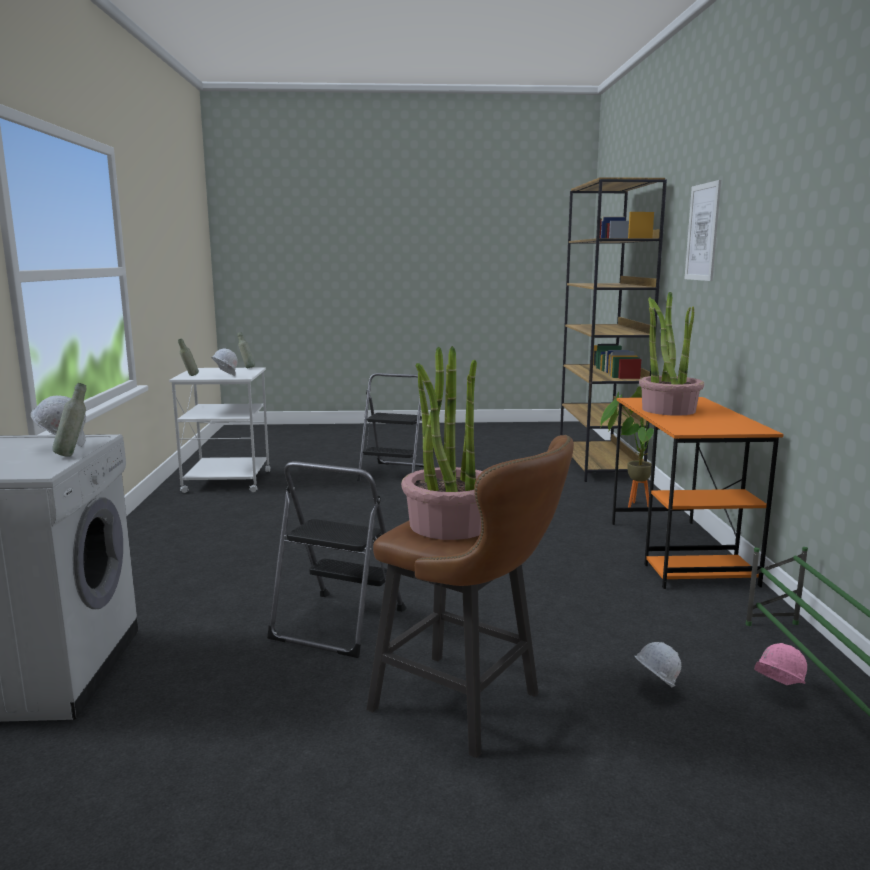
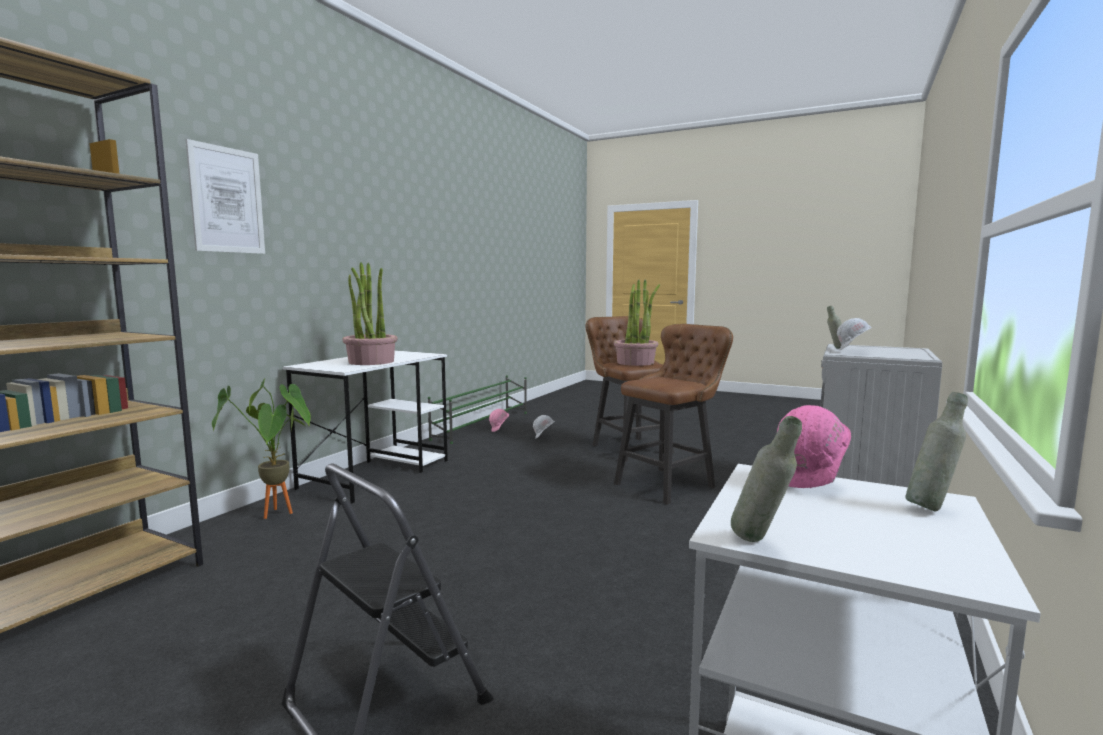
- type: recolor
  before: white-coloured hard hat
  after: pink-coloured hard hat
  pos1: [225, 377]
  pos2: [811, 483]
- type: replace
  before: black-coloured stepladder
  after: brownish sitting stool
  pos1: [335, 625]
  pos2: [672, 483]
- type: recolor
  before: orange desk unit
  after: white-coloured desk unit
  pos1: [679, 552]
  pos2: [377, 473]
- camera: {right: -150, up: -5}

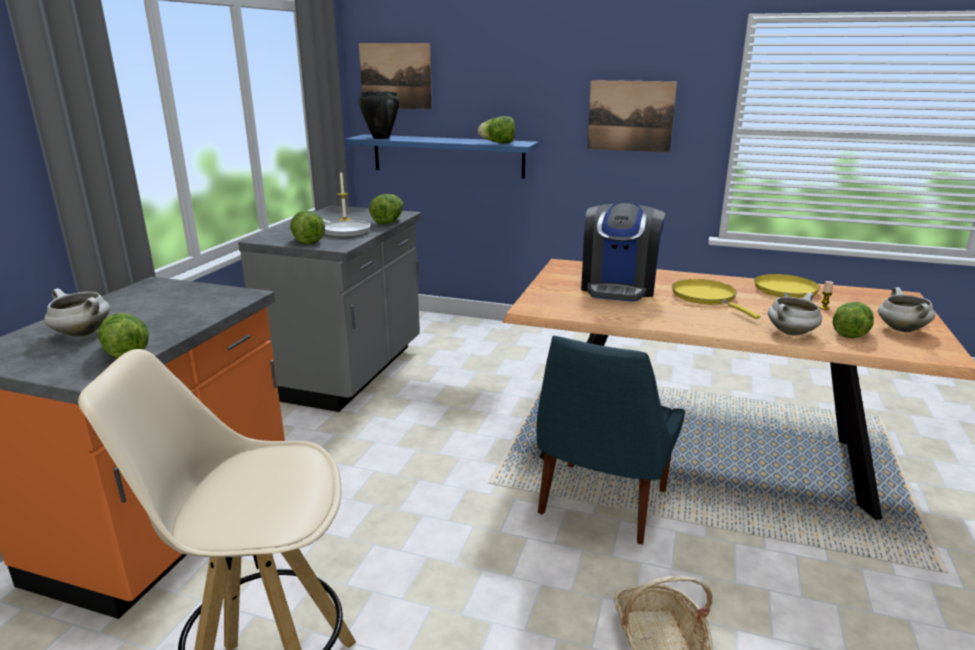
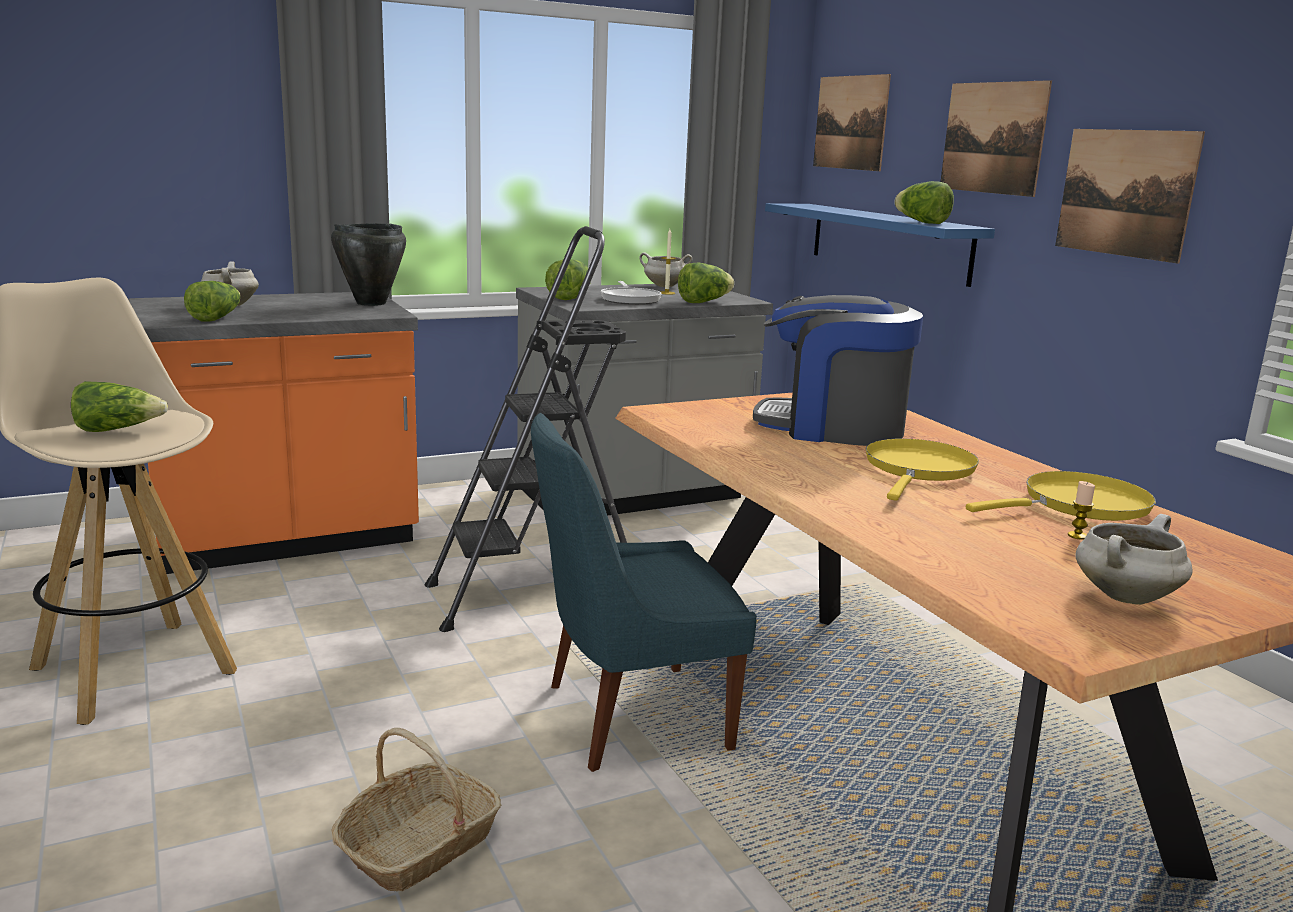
- type: move
  before: black-coloured cooking pot
  pos1: [380, 138]
  pos2: [370, 303]
- type: rotate
  before: coffee brewer
  pos1: [618, 287]
  pos2: [832, 428]
  turn: 45
- type: move
  before: white-coloured cooking pot
  pos1: [791, 333]
  pos2: [664, 286]
- type: move
  before: lettuce
  pos1: [850, 332]
  pos2: [118, 430]
- type: insert
  after: stepladder
  pos2: [539, 595]
- type: insert
  after: wall art
  pos2: [993, 138]
- camera: {right: 45, up: -5}

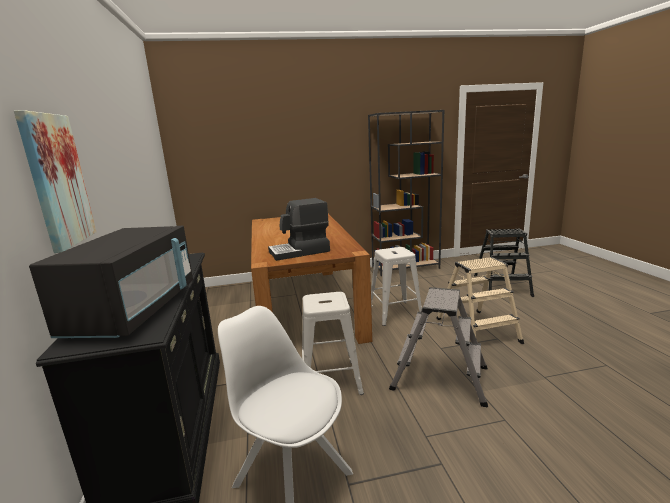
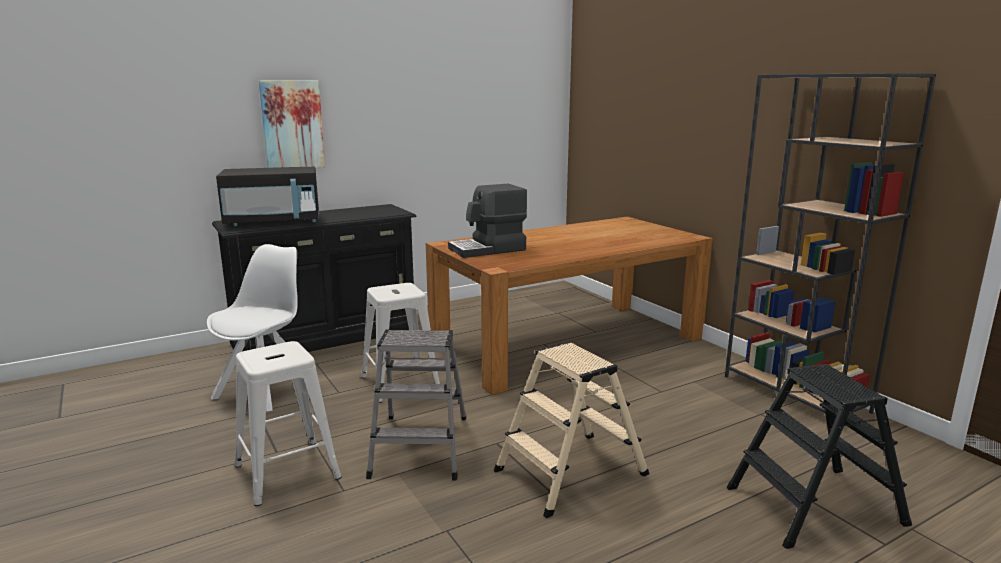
- type: rotate
  before: coffee brewer
  pos1: [300, 252]
  pos2: [488, 249]
  turn: -75
- type: move
  before: white-coloured sitting stool
  pos1: [395, 313]
  pos2: [287, 472]
- camera: {right: 70, up: 0}

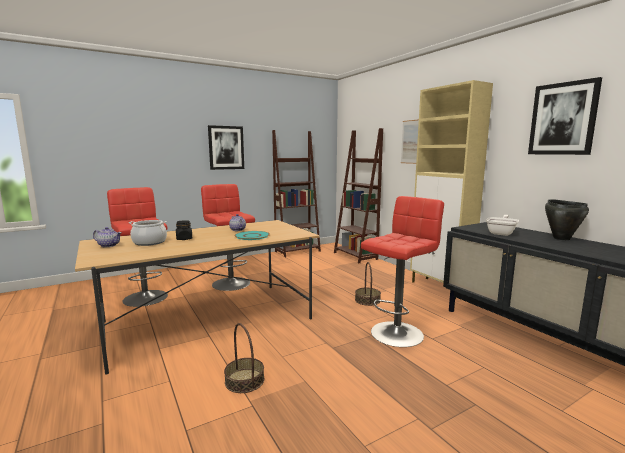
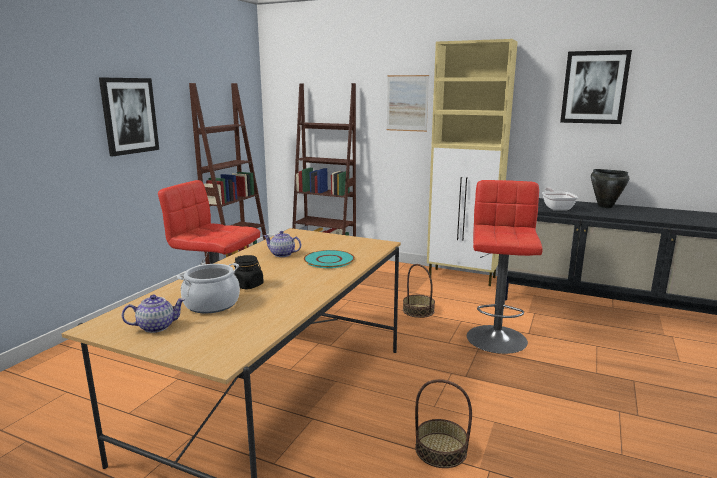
- type: delete
  before: reddish sitting stool
  pos1: [146, 298]
- camera: {right: -35, up: 5}

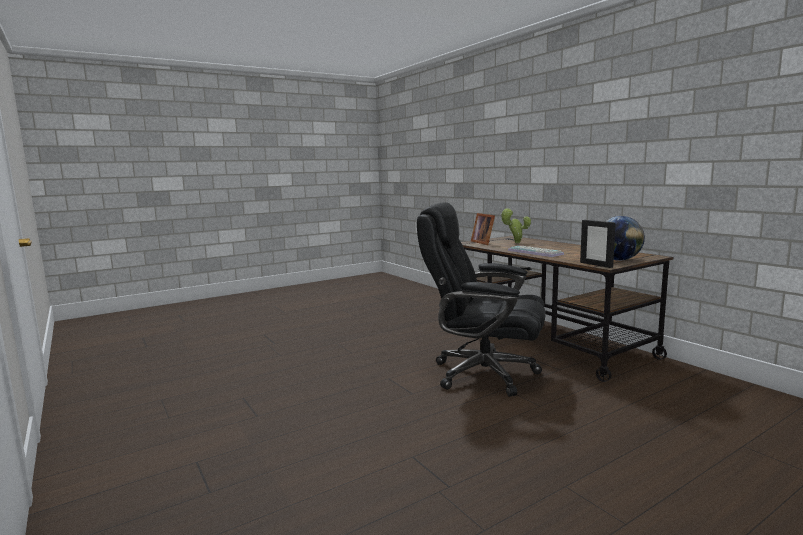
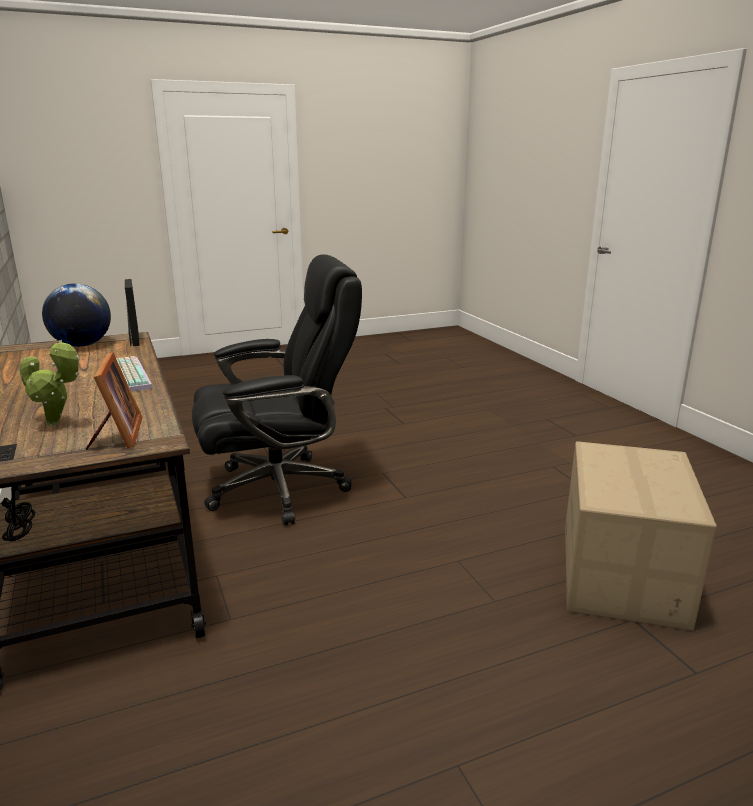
- type: rotate
  before: black-coloured desk chair
  pos1: [484, 374]
  pos2: [278, 489]
  turn: -45
- type: insert
  after: carton
  pos2: [623, 575]
- camera: {right: -170, up: 10}

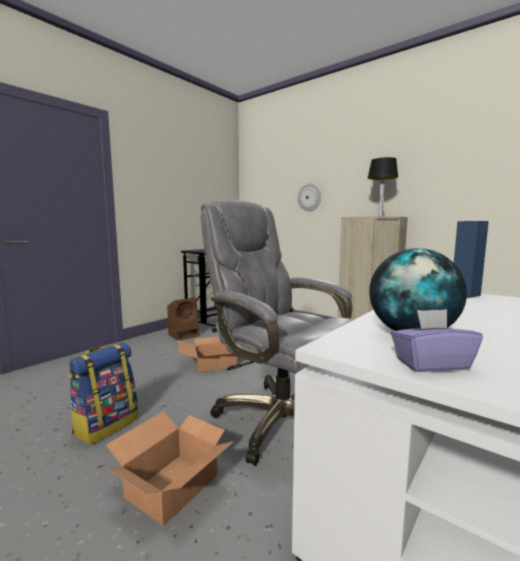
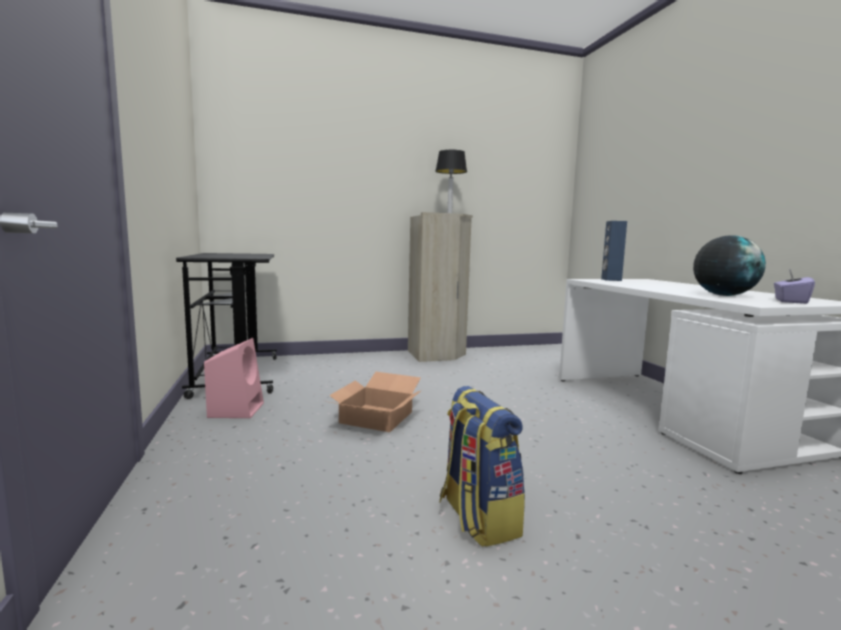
- type: delete
  before: carton
  pos1: [174, 486]
- type: recolor
  before: brownish loudspeaker
  after: pink-coloured loudspeaker
  pos1: [184, 335]
  pos2: [236, 409]
- type: delete
  before: gray desk chair
  pos1: [282, 420]
- type: delete
  before: clock on the wall
  pos1: [309, 197]
- camera: {right: -55, up: 0}

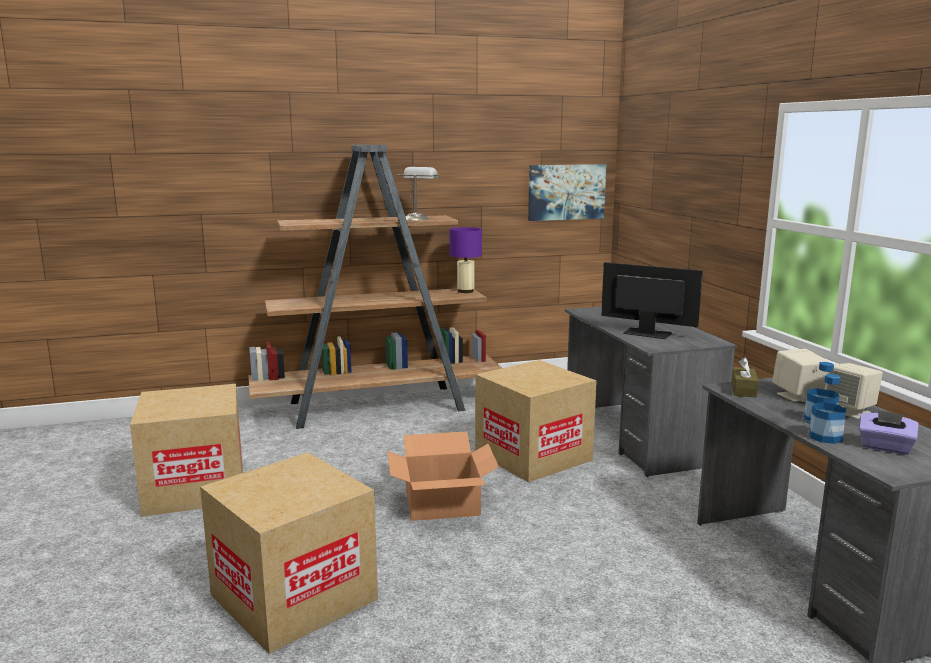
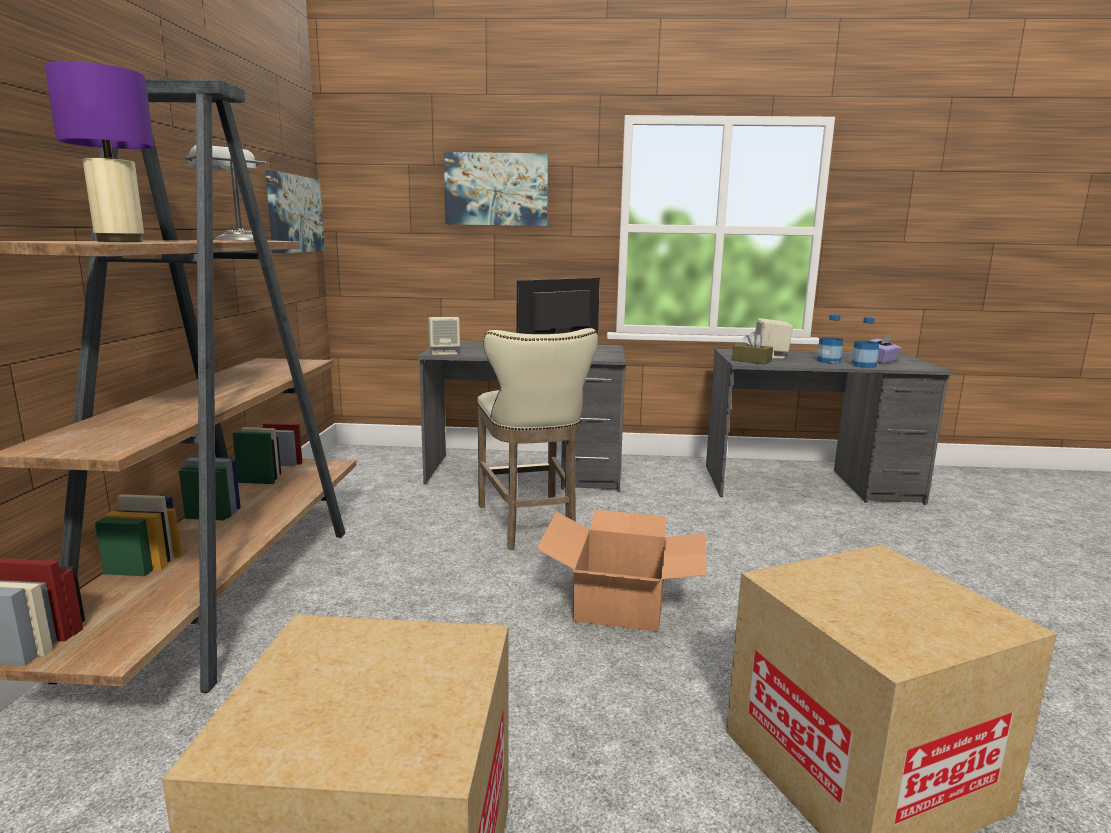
- type: move
  before: purplish lamp for a table
  pos1: [466, 291]
  pos2: [121, 241]
- type: replace
  before: carton
  after: beige-coloured sitting stool
  pos1: [533, 456]
  pos2: [529, 526]
- type: move
  before: beige-coloured loudspeaker
  pos1: [849, 411]
  pos2: [444, 352]
- type: insert
  after: wall art
  pos2: [496, 189]
- camera: {right: -70, up: 0}

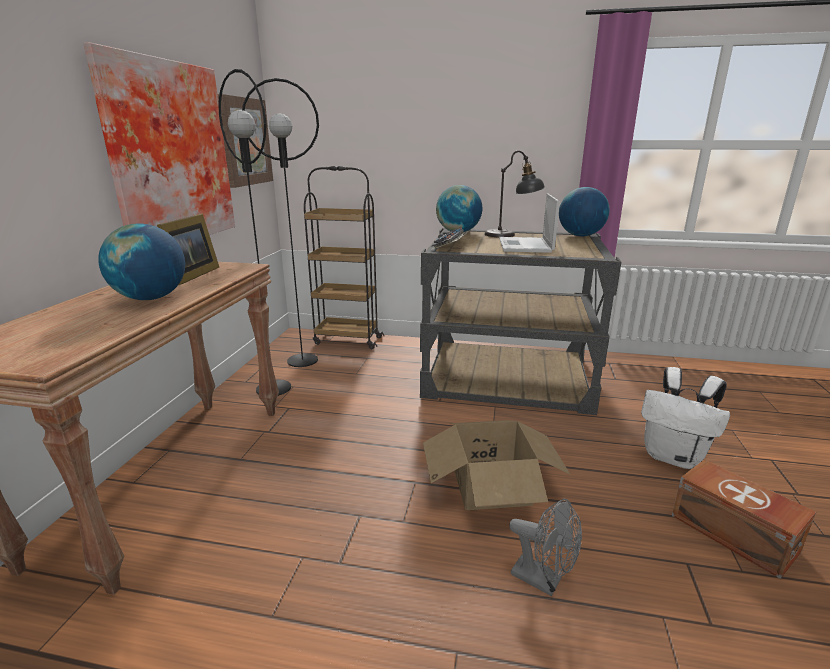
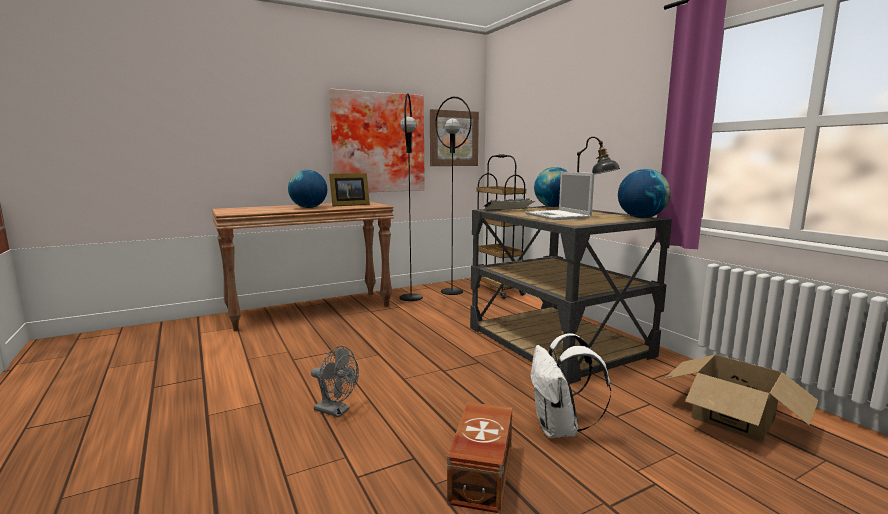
- type: move
  before: carton
  pos1: [490, 485]
  pos2: [732, 417]
- type: rotate
  before: notebook computer
  pos1: [525, 246]
  pos2: [558, 216]
  turn: -75
- type: rotate
  before: gray electric fan
  pos1: [543, 580]
  pos2: [336, 411]
  turn: -60
- camera: {right: 50, up: -10}

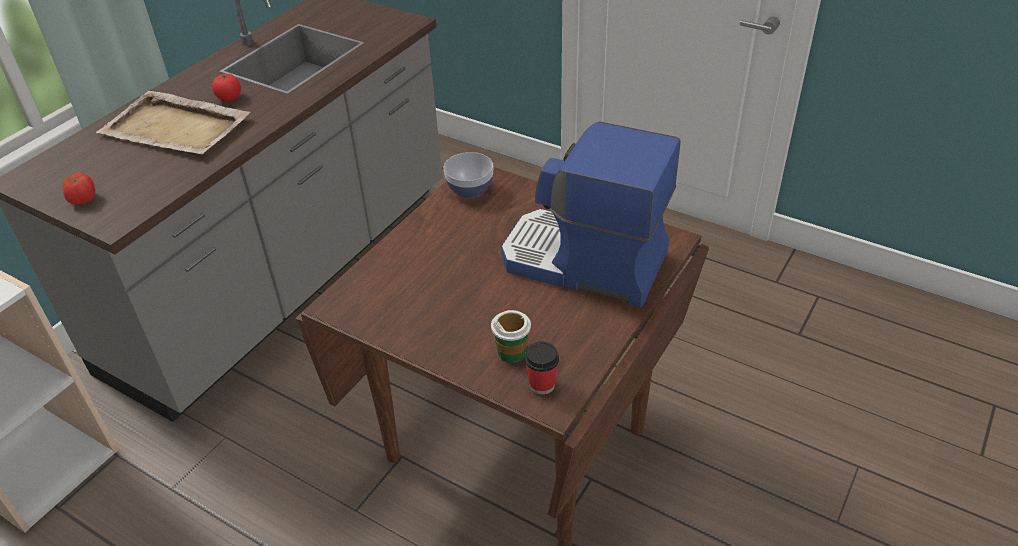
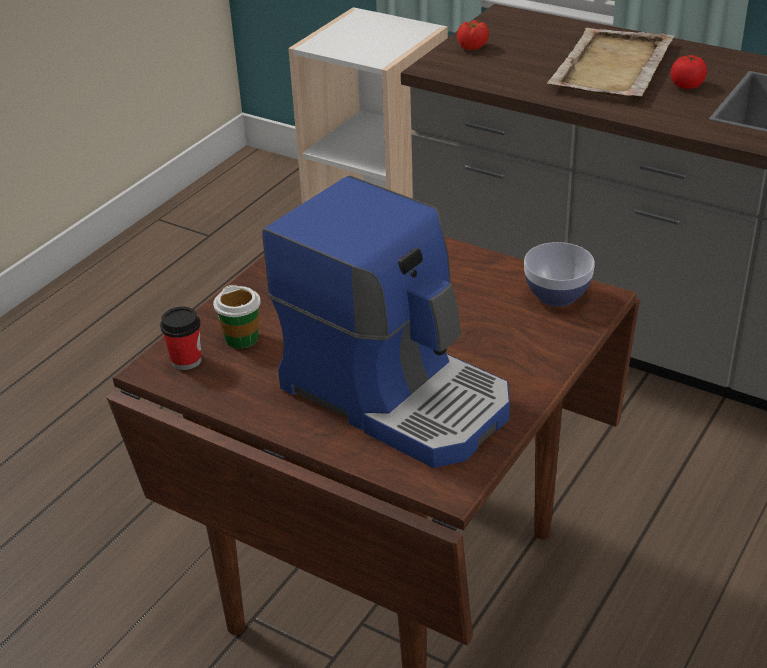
- type: rotate
  before: coffee brewer
  pos1: [583, 263]
  pos2: [398, 394]
  turn: 105
- camera: {right: 90, up: -5}

